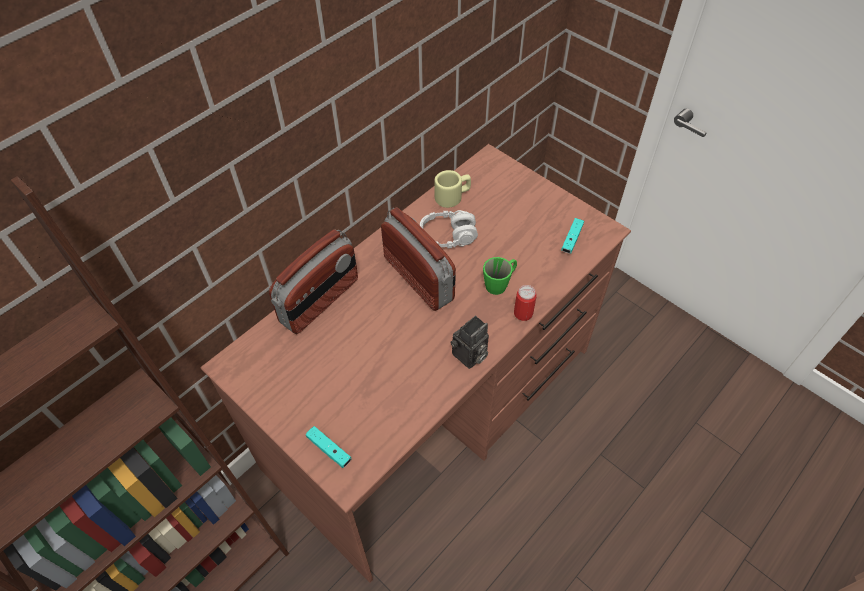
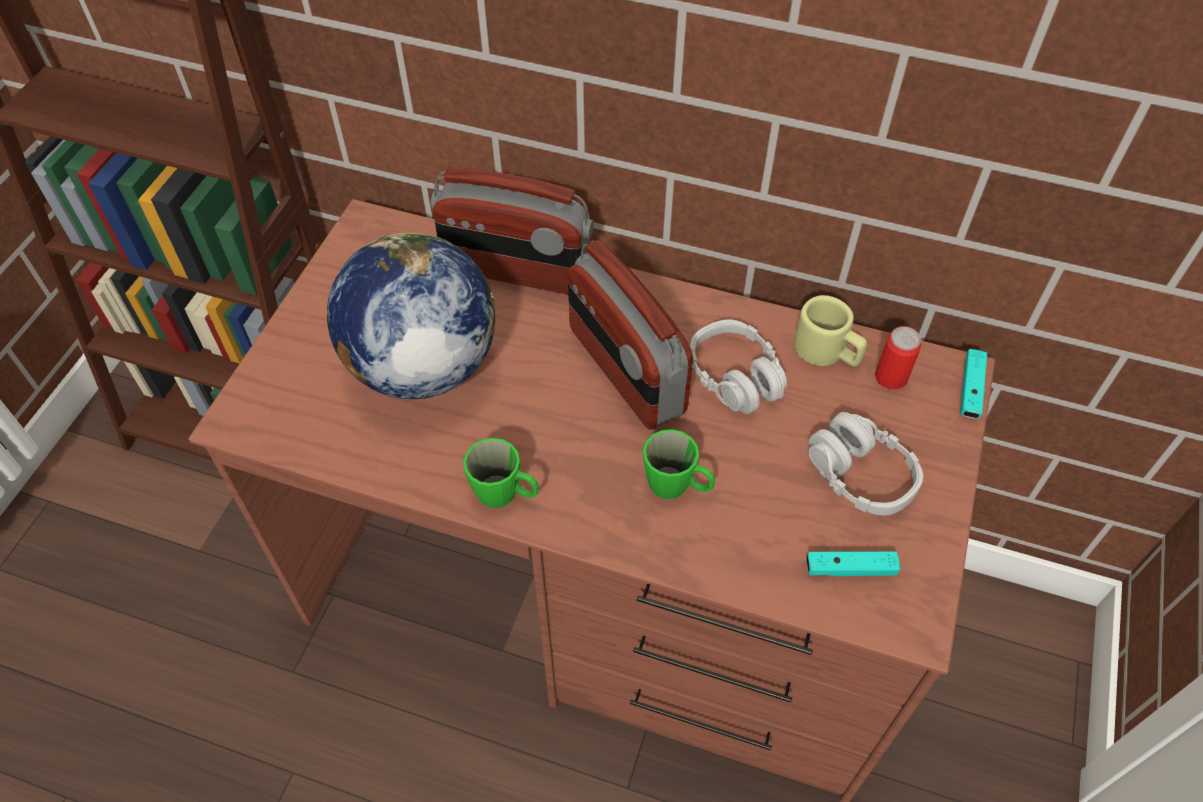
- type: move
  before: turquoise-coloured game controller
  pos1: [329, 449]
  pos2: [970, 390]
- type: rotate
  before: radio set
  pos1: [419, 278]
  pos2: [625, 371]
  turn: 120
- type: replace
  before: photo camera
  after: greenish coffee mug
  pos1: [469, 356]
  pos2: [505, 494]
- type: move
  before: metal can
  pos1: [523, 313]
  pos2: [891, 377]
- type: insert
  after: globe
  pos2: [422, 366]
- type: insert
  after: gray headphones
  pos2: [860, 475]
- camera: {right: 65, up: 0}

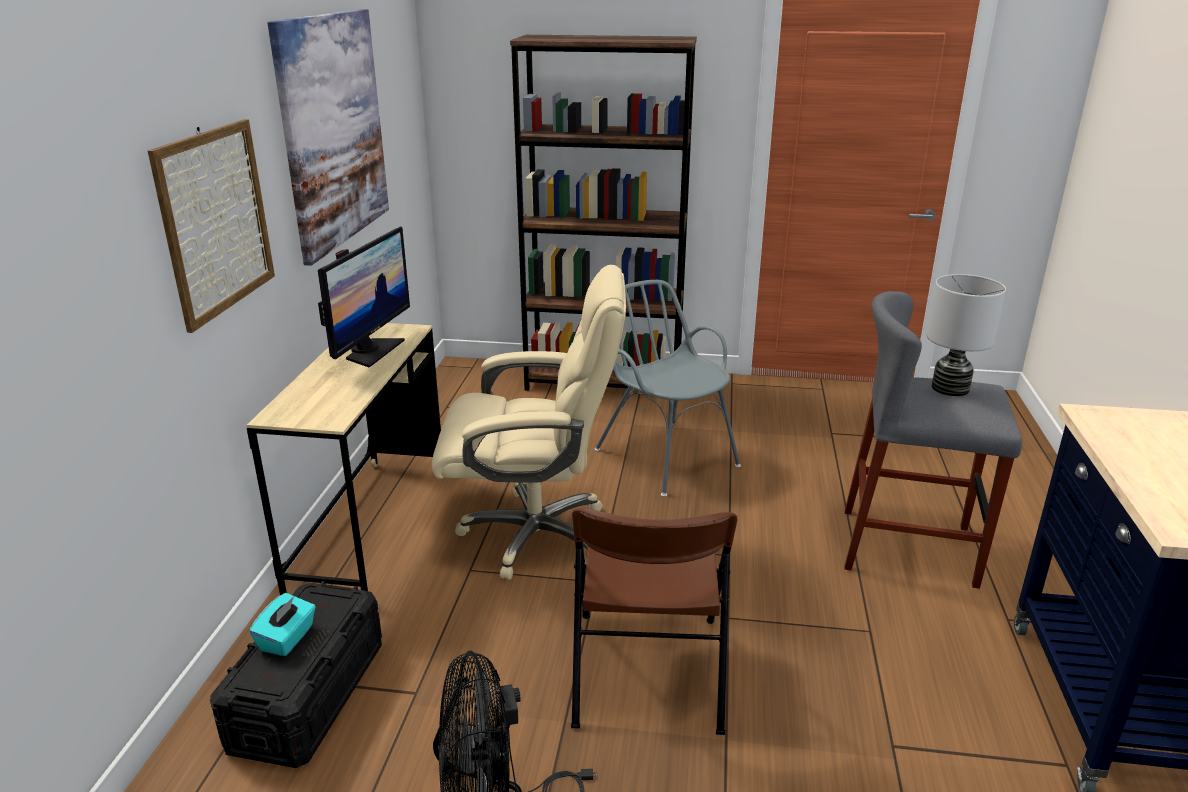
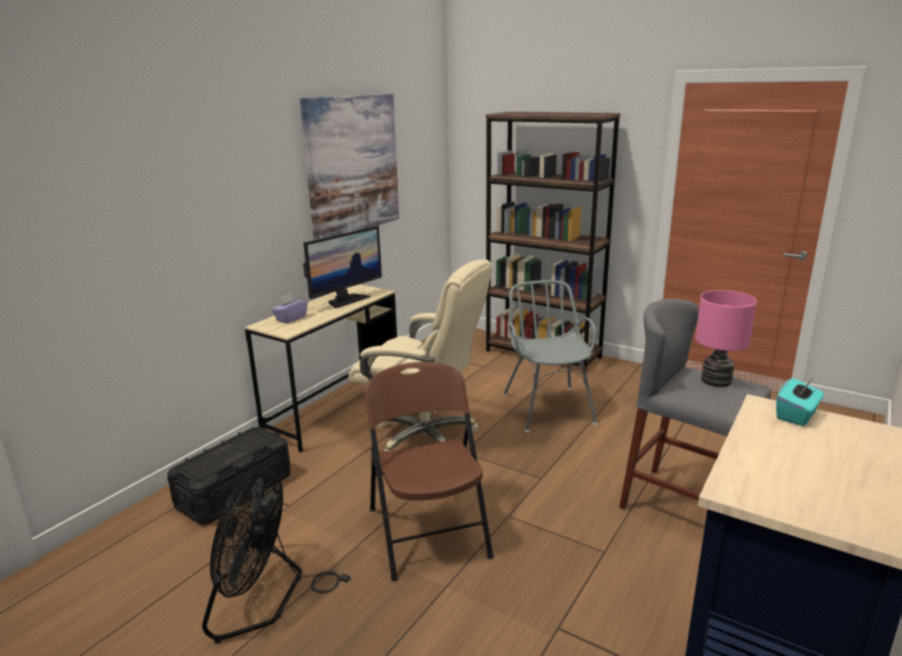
- type: delete
  before: wall art
  pos1: [215, 218]
- type: move
  before: turquoise-coloured tissue holder
  pos1: [287, 639]
  pos2: [797, 415]
- type: rotate
  before: brownish upright chair
  pos1: [647, 671]
  pos2: [428, 532]
  turn: 135
- type: recolor
  before: gray lamp for a table
  after: pink-coloured lamp for a table
  pos1: [949, 388]
  pos2: [715, 380]
- type: insert
  after: purplish tissue holder
  pos2: [291, 318]
- camera: {right: 25, up: -5}

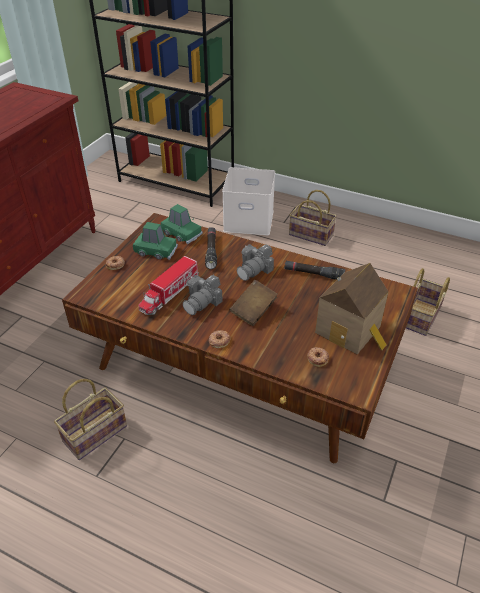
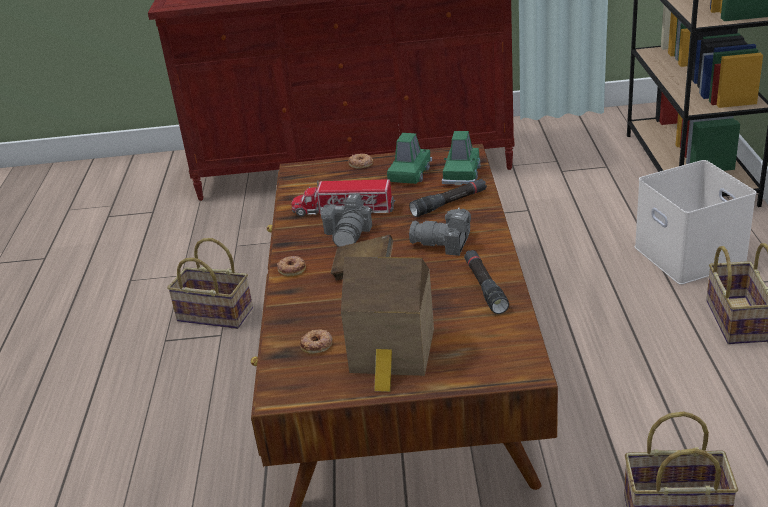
- type: rotate
  before: greenish model car
  pos1: [156, 251]
  pos2: [410, 173]
  turn: -150
- type: rotate
  before: photo camera
  pos1: [202, 302]
  pos2: [348, 234]
  turn: -90
- camera: {right: 65, up: -10}

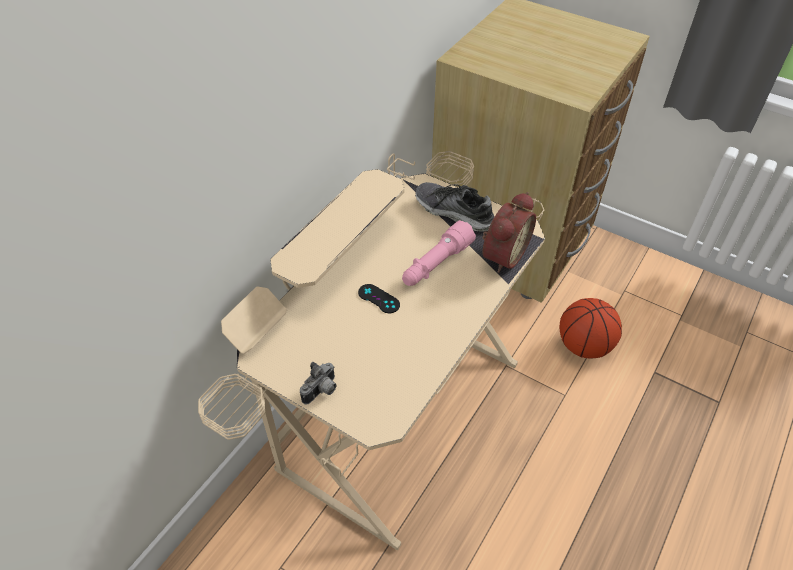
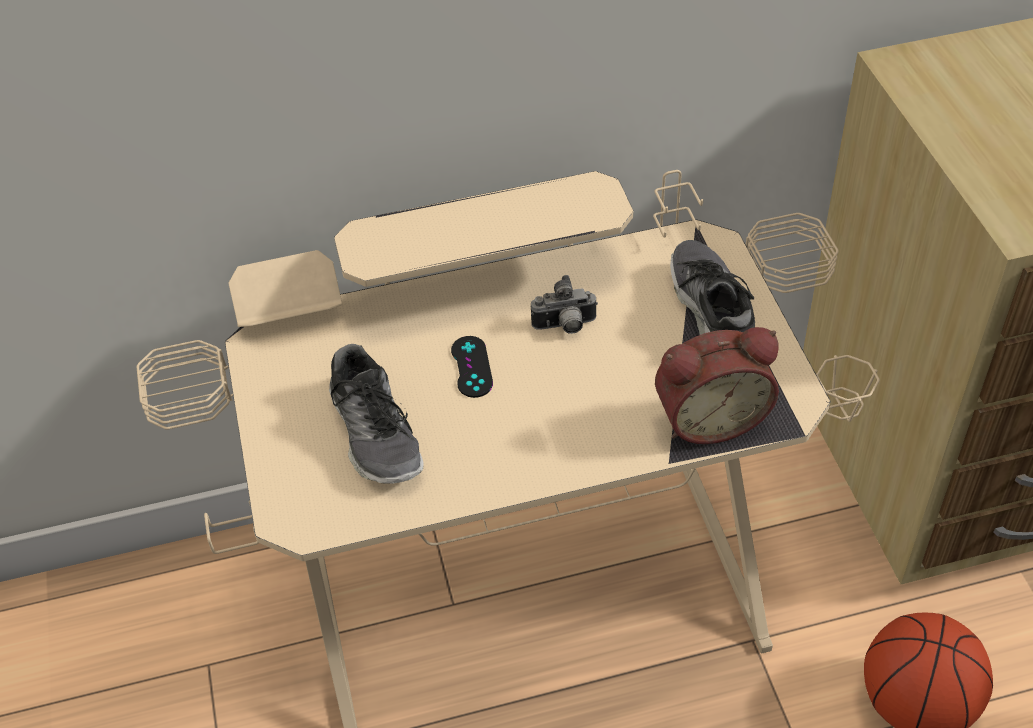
- type: move
  before: photo camera
  pos1: [322, 391]
  pos2: [565, 326]
- type: delete
  before: pink-coloured flashlight
  pos1: [436, 264]
- type: insert
  after: item of footwear
  pos2: [376, 433]
- camera: {right: 45, up: 0}

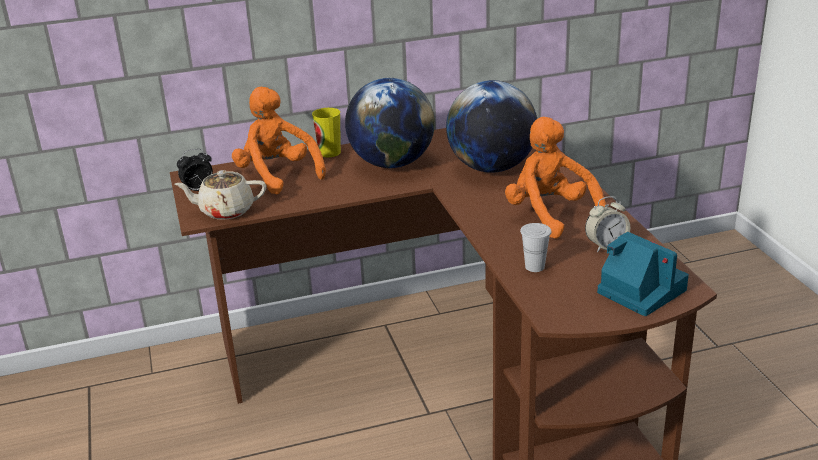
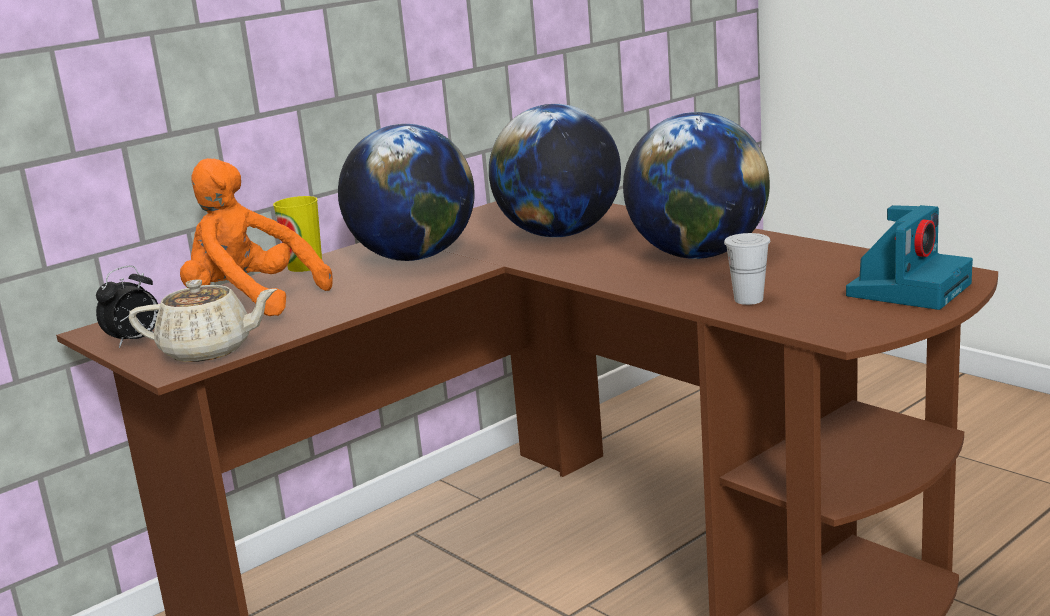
- type: rotate
  before: beige-coloured tea pot
  pos1: [225, 211]
  pos2: [209, 350]
  turn: -150
- type: replace
  before: orange soft toy
  after: globe
  pos1: [550, 215]
  pos2: [698, 255]
- type: delete
  before: bedside clock
  pos1: [606, 246]
- type: rotate
  before: photo camera
  pos1: [639, 290]
  pos2: [908, 289]
  turn: 105
- camera: {right: -25, up: -10}

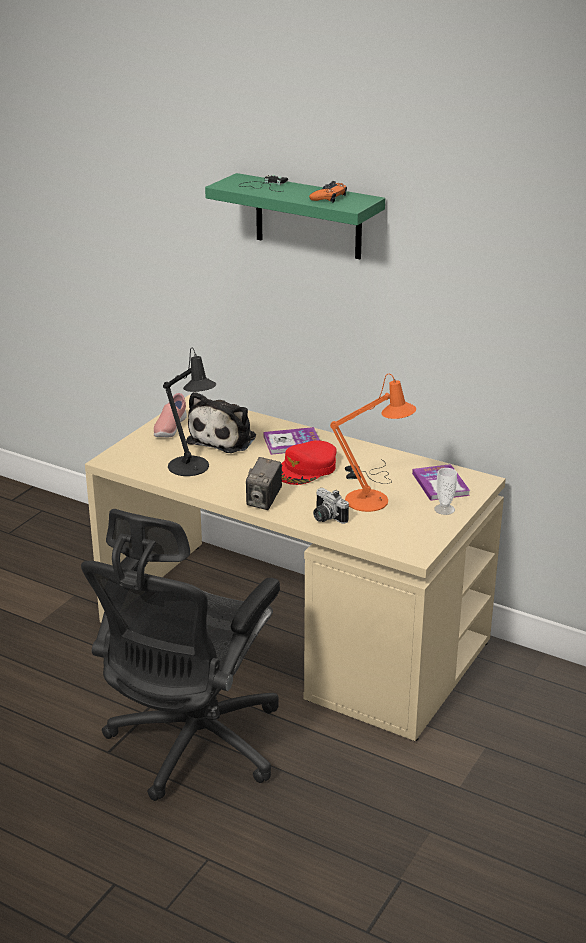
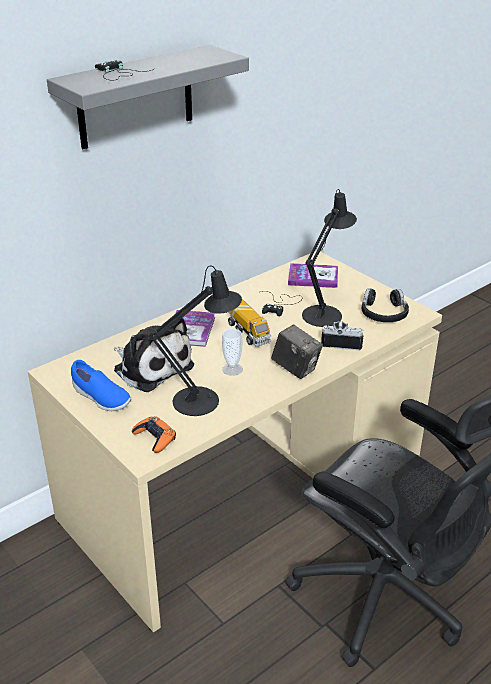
- type: recolor
  before: pink-coloured item of footwear
  after: bluish item of footwear
  pos1: [170, 428]
  pos2: [100, 398]
- type: recolor
  before: greenish wall shelf
  after: gray wall shelf
  pos1: [308, 217]
  pos2: [135, 98]
- type: replace
  before: reddish peaked cap
  after: toy truck
  pos1: [307, 469]
  pos2: [248, 333]
- type: move
  before: orange game controller
  pos1: [328, 197]
  pos2: [155, 438]
- type: rotate
  before: photo camera
  pos1: [326, 517]
  pos2: [342, 342]
  turn: -150
- type: recolor
  before: orange lamp for a table
  after: black-coloured lamp for a table
  pos1: [373, 501]
  pos2: [325, 313]
- type: move
  before: drinking cup
  pos1: [444, 509]
  pos2: [232, 369]
- type: insert
  after: black-coloured headphones
  pos2: [383, 313]
- camera: {right: -70, up: 5}

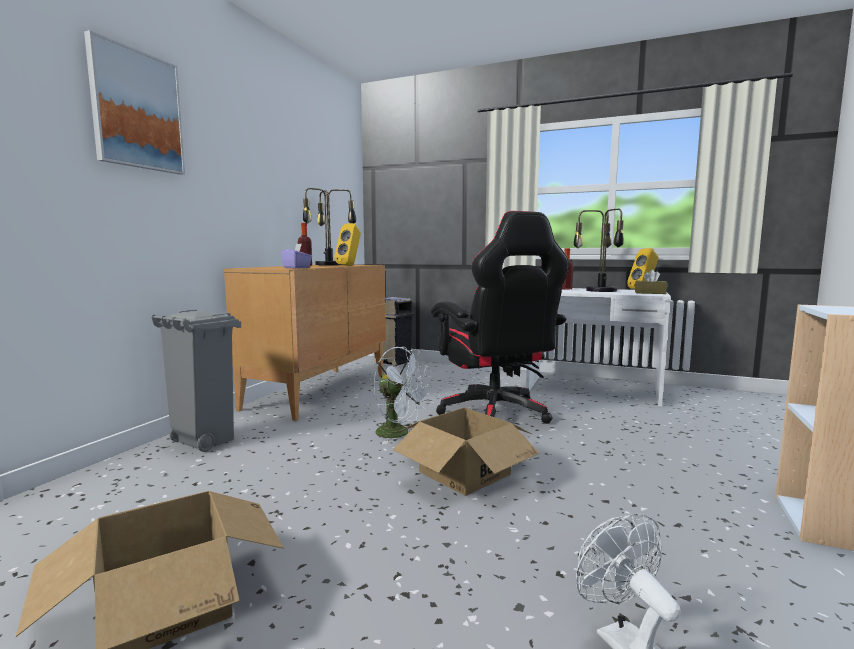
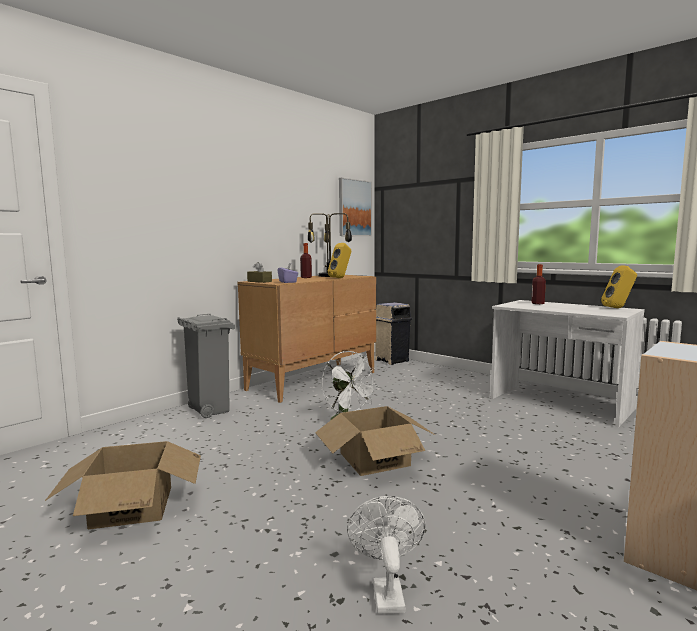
- type: move
  before: wall art
  pos1: [137, 110]
  pos2: [354, 208]
- type: delete
  before: black-coloured desk chair
  pos1: [494, 412]
- type: delete
  before: lamp for a table
  pos1: [600, 290]
- type: move
  before: brownish tissue holder
  pos1: [650, 293]
  pos2: [259, 281]
- camera: {right: 20, up: 0}

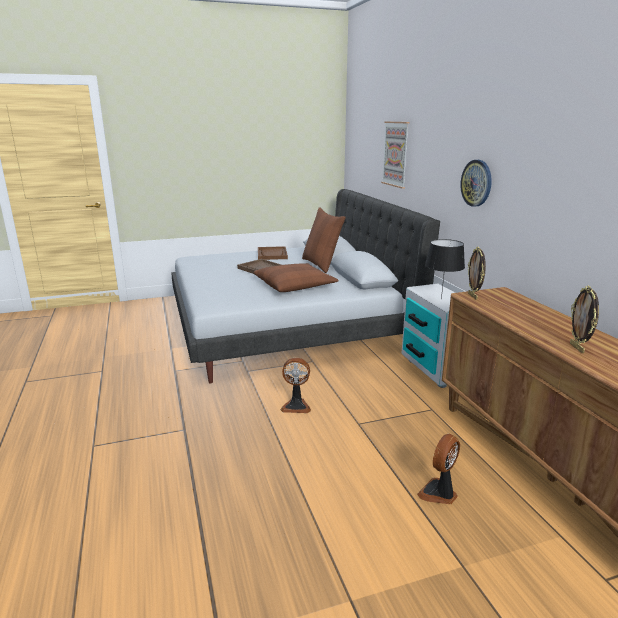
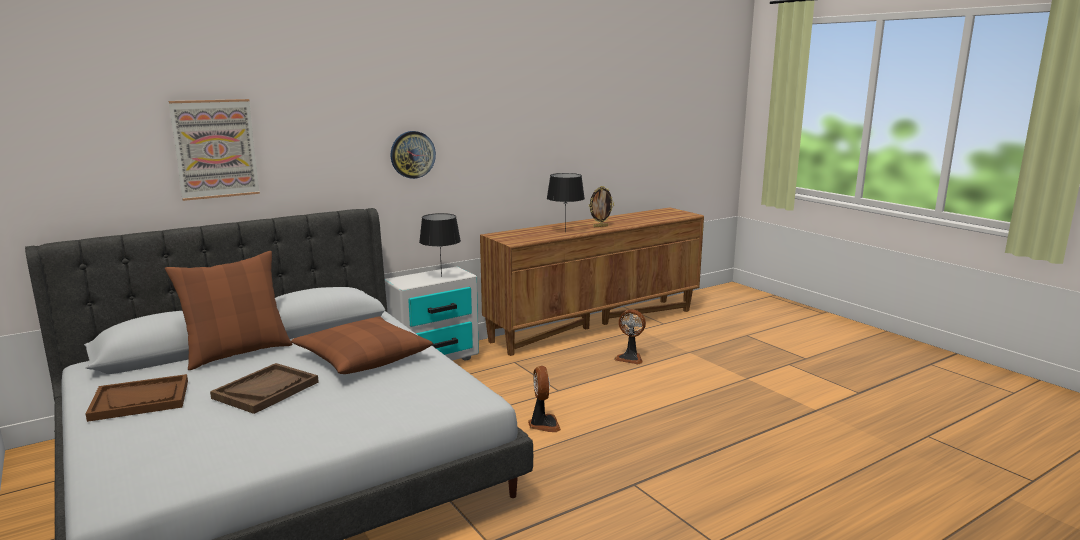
- type: delete
  before: standing frame
  pos1: [473, 296]
- type: insert
  after: black-coloured lamp for a table
  pos2: [565, 232]
- camera: {right: -105, up: -5}

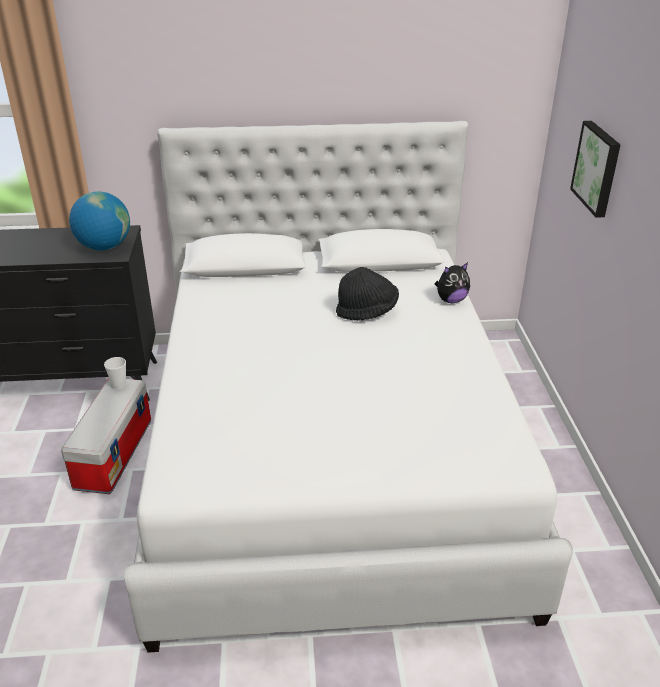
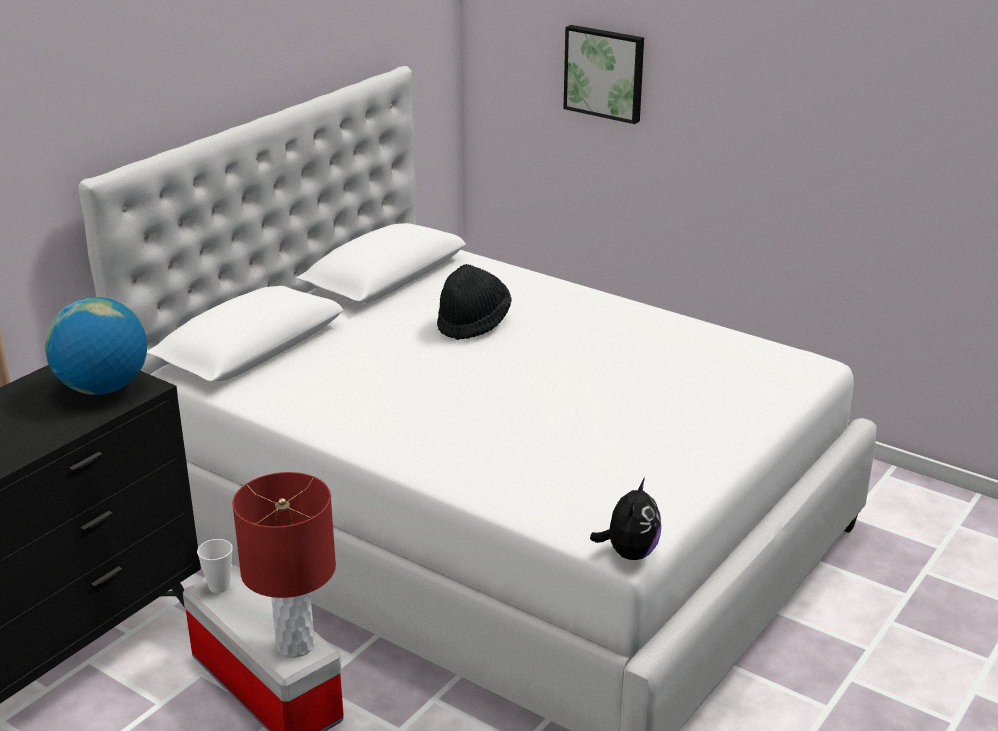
- type: move
  before: soft toy
  pos1: [451, 300]
  pos2: [629, 553]
- type: insert
  after: reddish lamp for a table
  pos2: [295, 645]
- camera: {right: -50, up: -5}

